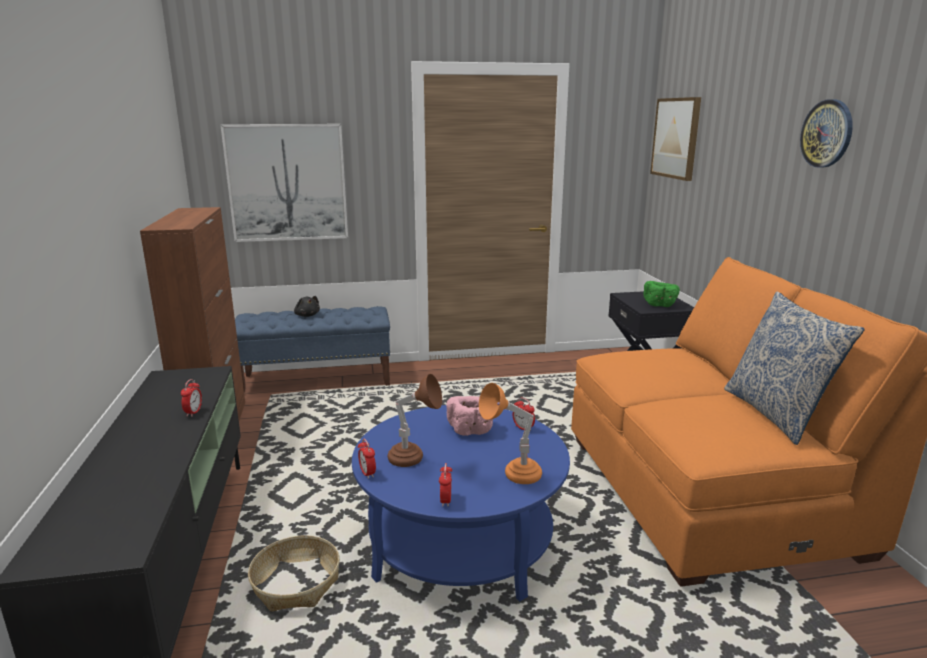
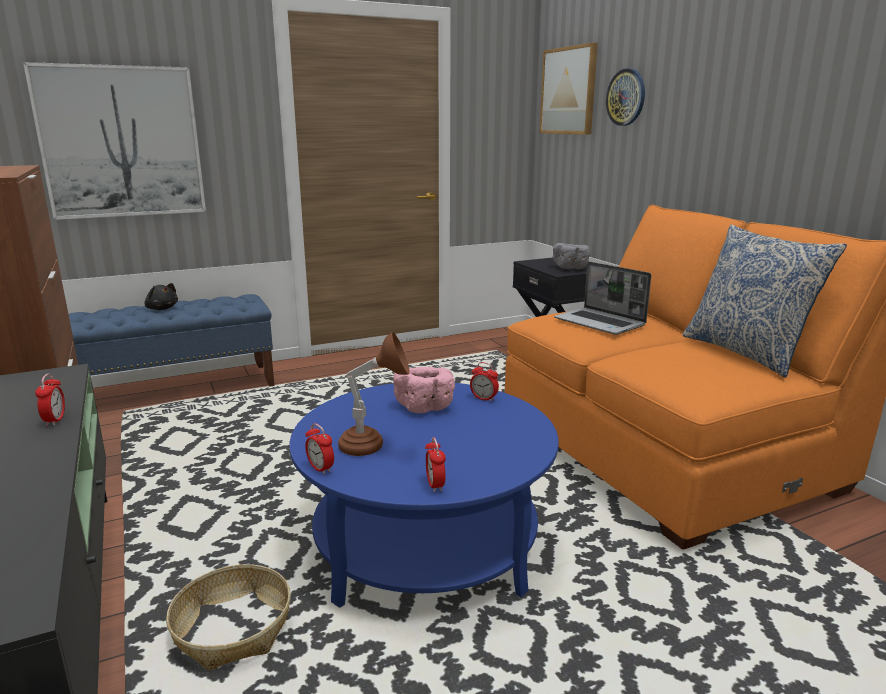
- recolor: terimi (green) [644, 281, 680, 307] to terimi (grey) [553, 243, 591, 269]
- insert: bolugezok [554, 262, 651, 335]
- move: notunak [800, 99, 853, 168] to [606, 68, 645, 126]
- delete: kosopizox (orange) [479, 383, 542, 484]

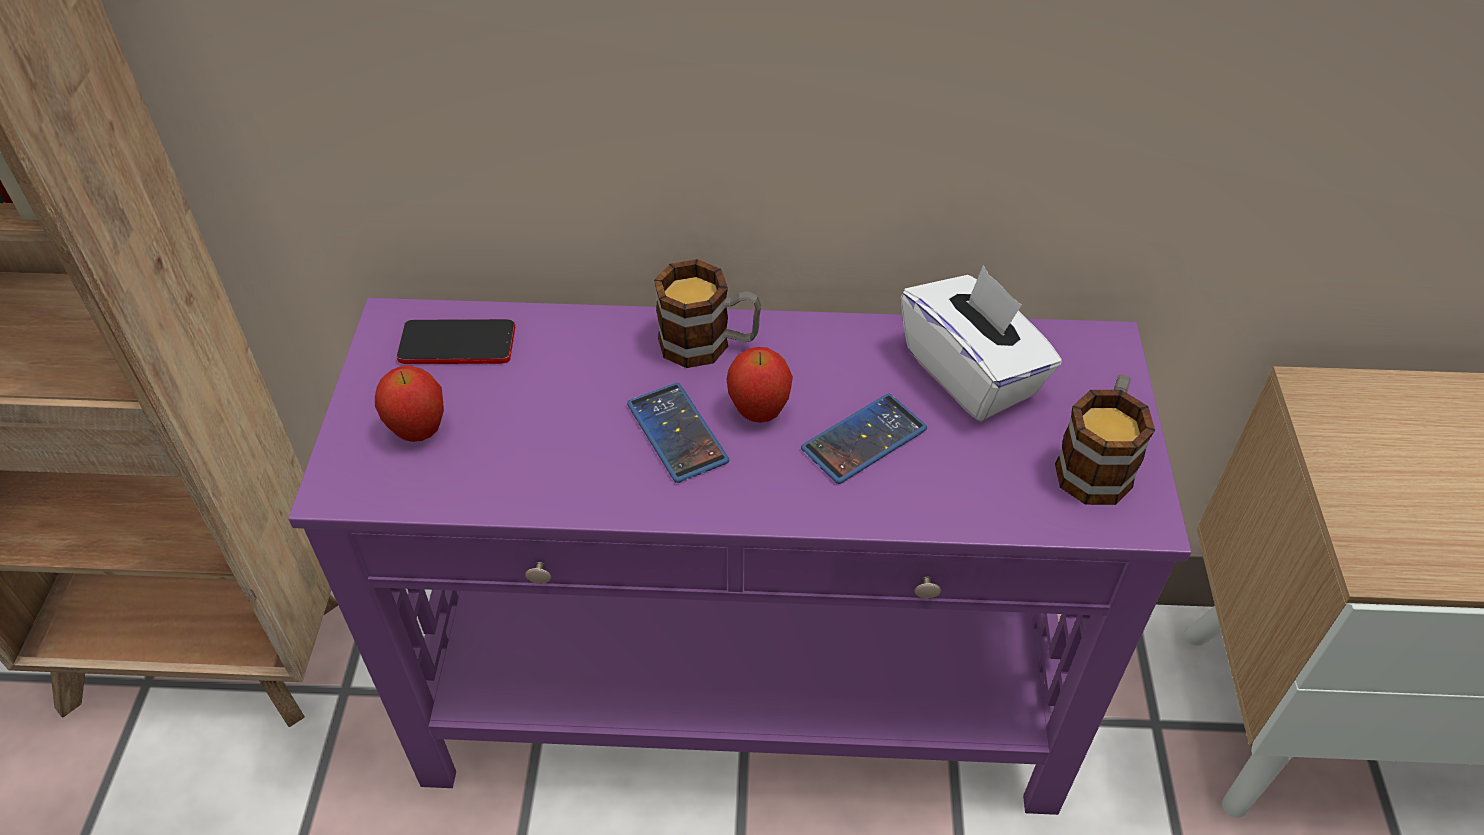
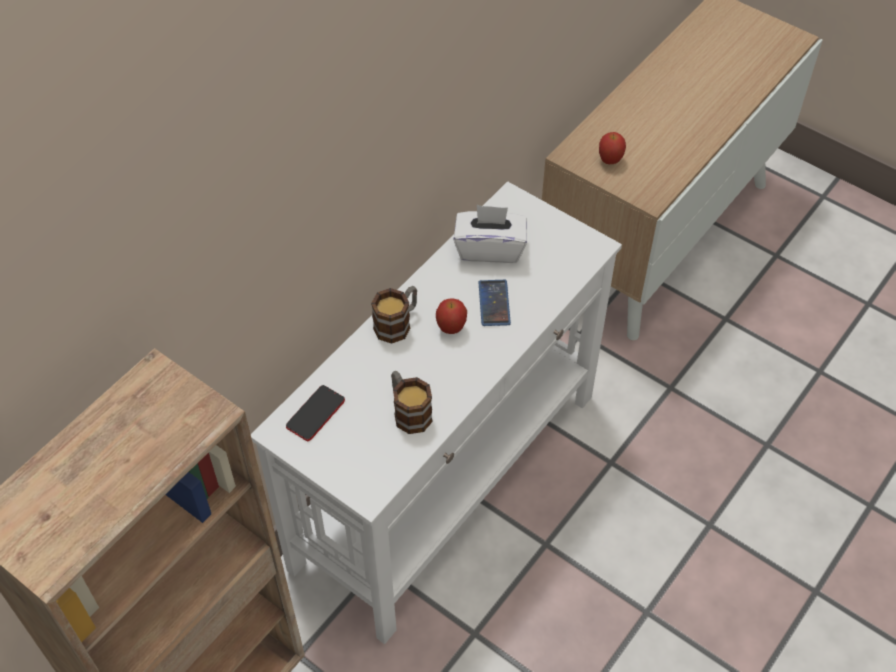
- recolor: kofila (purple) [288, 298, 1191, 815] to kofila (white) [251, 181, 622, 644]
- move: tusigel [1055, 375, 1155, 505] to [391, 371, 433, 434]
- move: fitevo [375, 365, 444, 442] to [599, 132, 626, 164]
- delete: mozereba [627, 383, 729, 483]

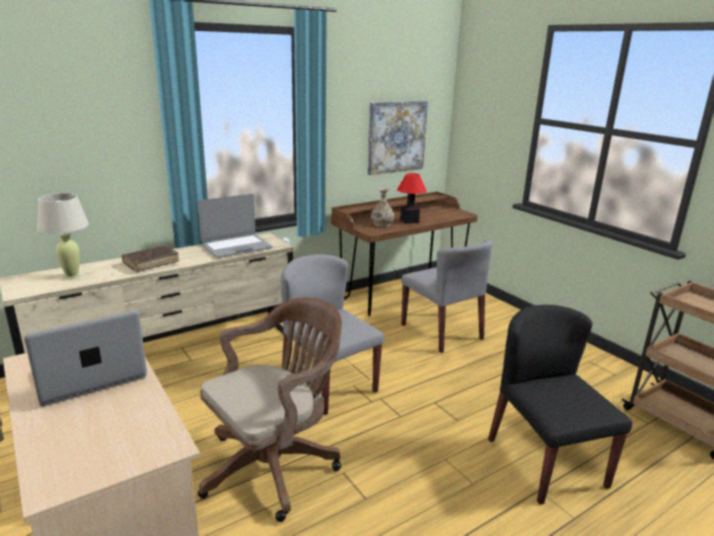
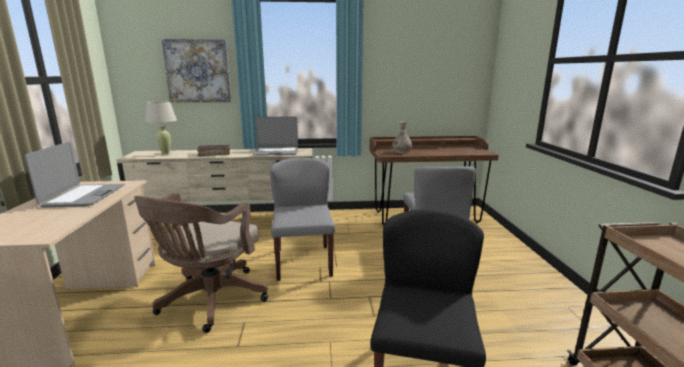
- rotate: bolugezok [24, 310, 147, 406] = [25, 142, 125, 207] 90 degrees clockwise
- rotate: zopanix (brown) [198, 297, 342, 522] = [134, 193, 268, 333] 120 degrees clockwise
- move: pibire [367, 101, 428, 175] to [162, 39, 231, 102]
- delete: kosopizox [397, 173, 426, 224]

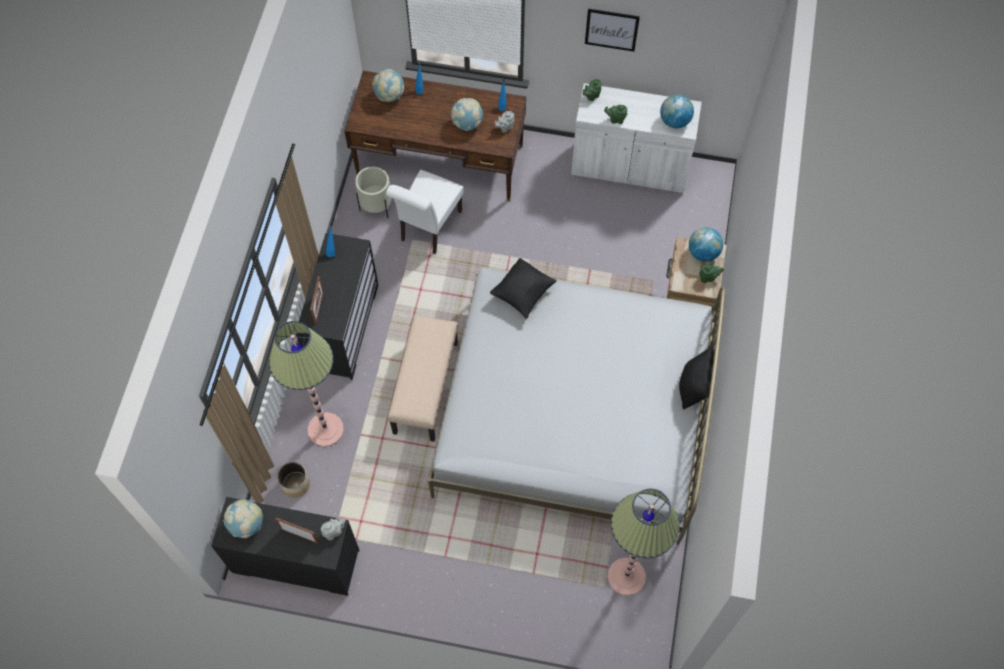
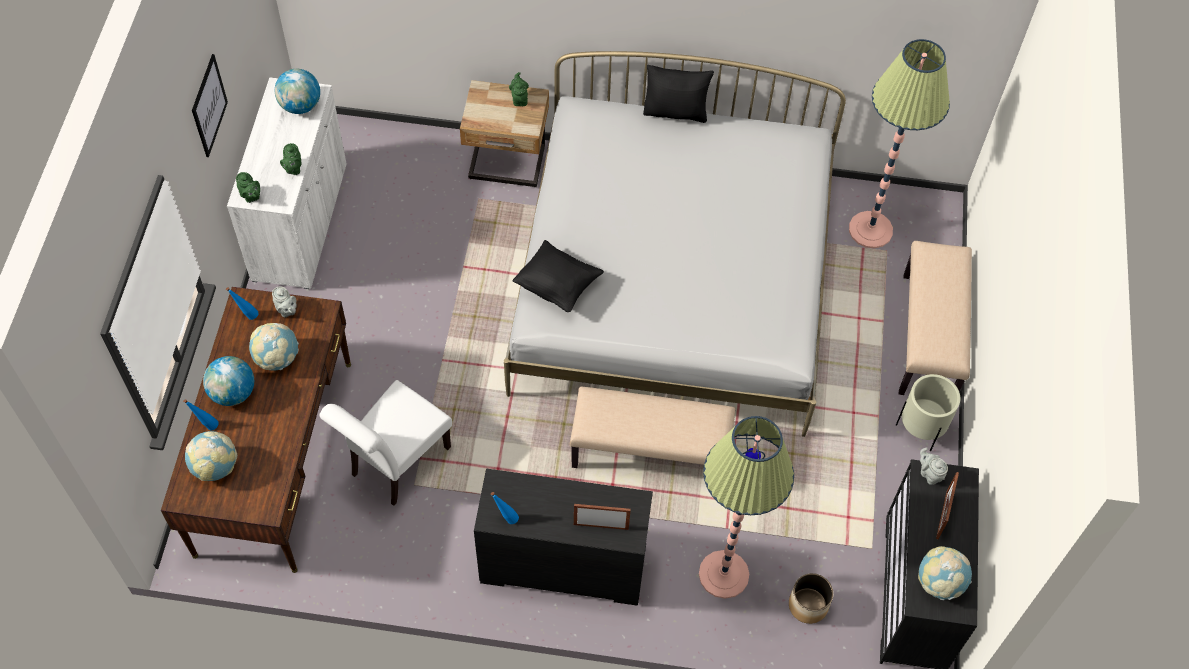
- move: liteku [689, 227, 723, 262] to [203, 356, 254, 406]
- rotate: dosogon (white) [386, 170, 464, 254] = [319, 380, 452, 506] 105 degrees clockwise
- move: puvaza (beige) [355, 167, 392, 218] to [896, 374, 960, 451]
- insert: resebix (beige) [899, 241, 972, 395]

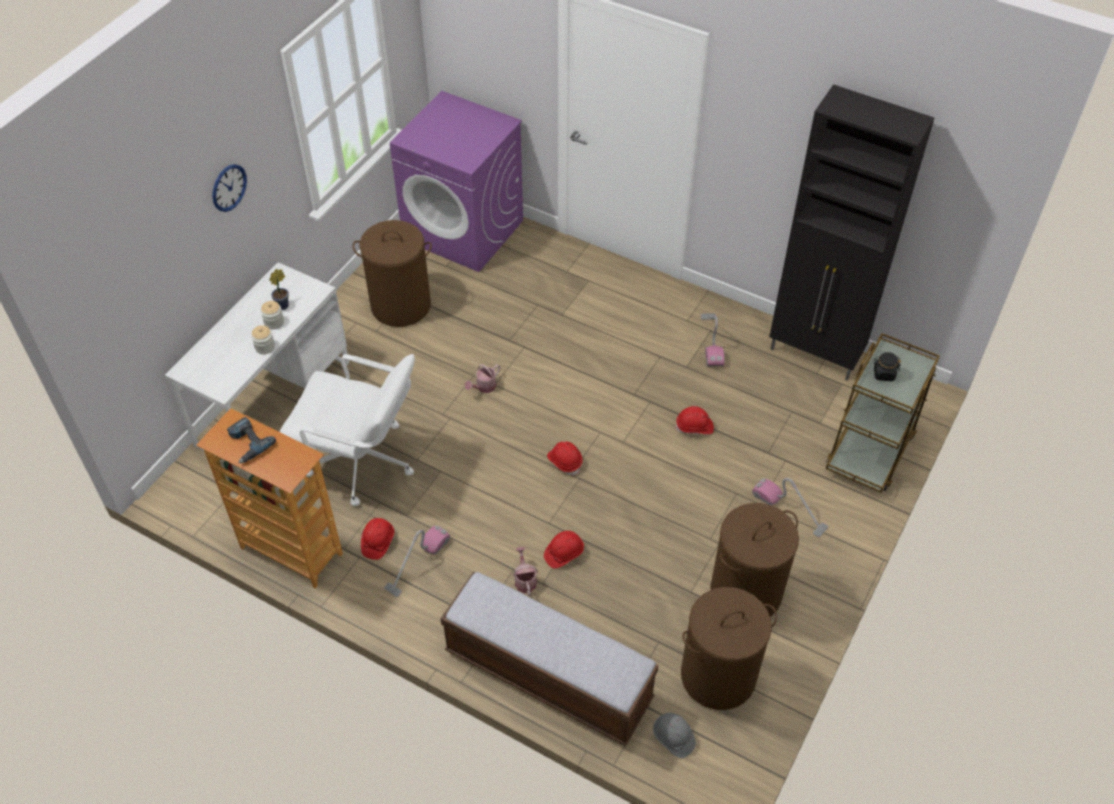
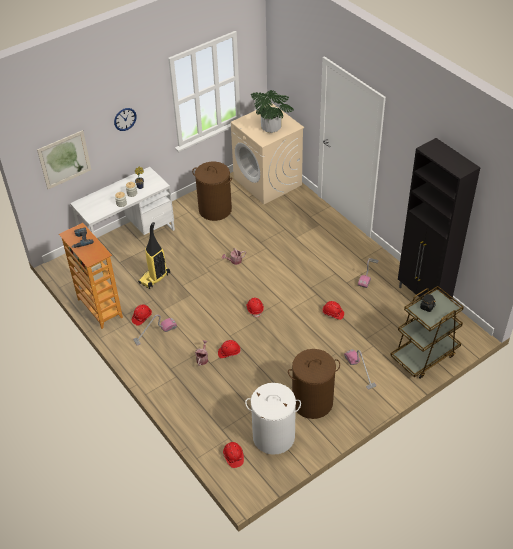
- insert: pibire [37, 130, 91, 189]
- replace: zopanix (white) [280, 354, 415, 506] to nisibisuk [138, 222, 170, 289]
- recolor: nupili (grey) [653, 713, 696, 758] to nupili (red) [223, 442, 244, 468]
- recolor: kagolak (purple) [390, 91, 523, 272] to kagolak (beige) [231, 103, 304, 204]
- recolor: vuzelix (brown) [681, 587, 777, 710] to vuzelix (white) [245, 383, 301, 455]
- insert: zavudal [251, 90, 294, 133]
- delete: resebix [440, 572, 659, 747]

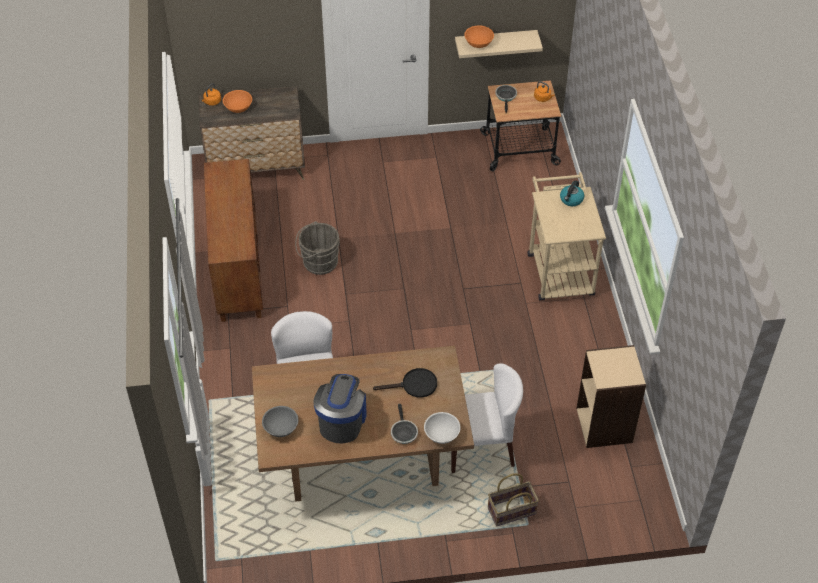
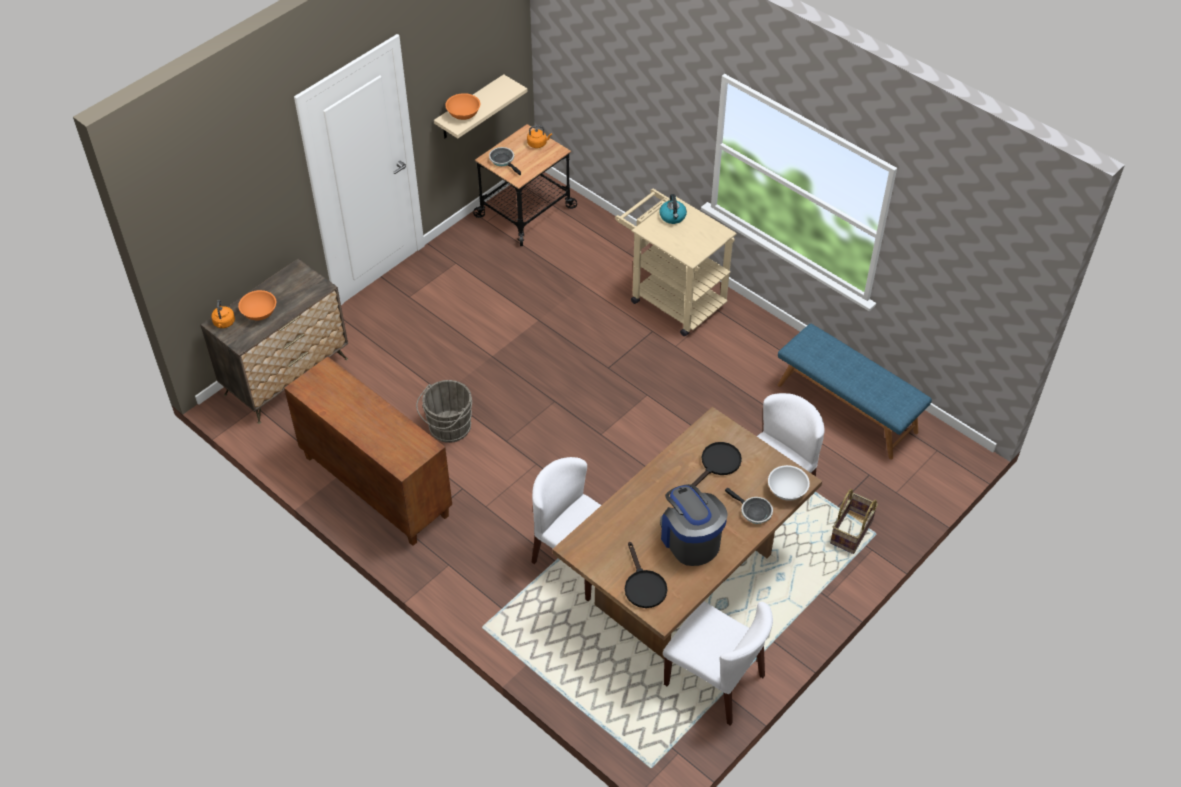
- replace: terimi (grey) [262, 406, 298, 437] to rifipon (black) [625, 542, 667, 608]
- insert: dosogon (white) [663, 601, 773, 726]
- replace: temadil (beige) [576, 345, 646, 448] to resebix (blue) [778, 324, 932, 460]

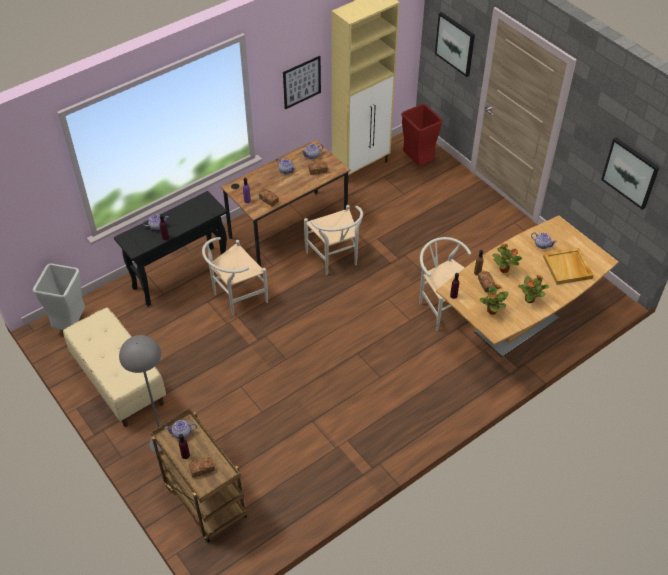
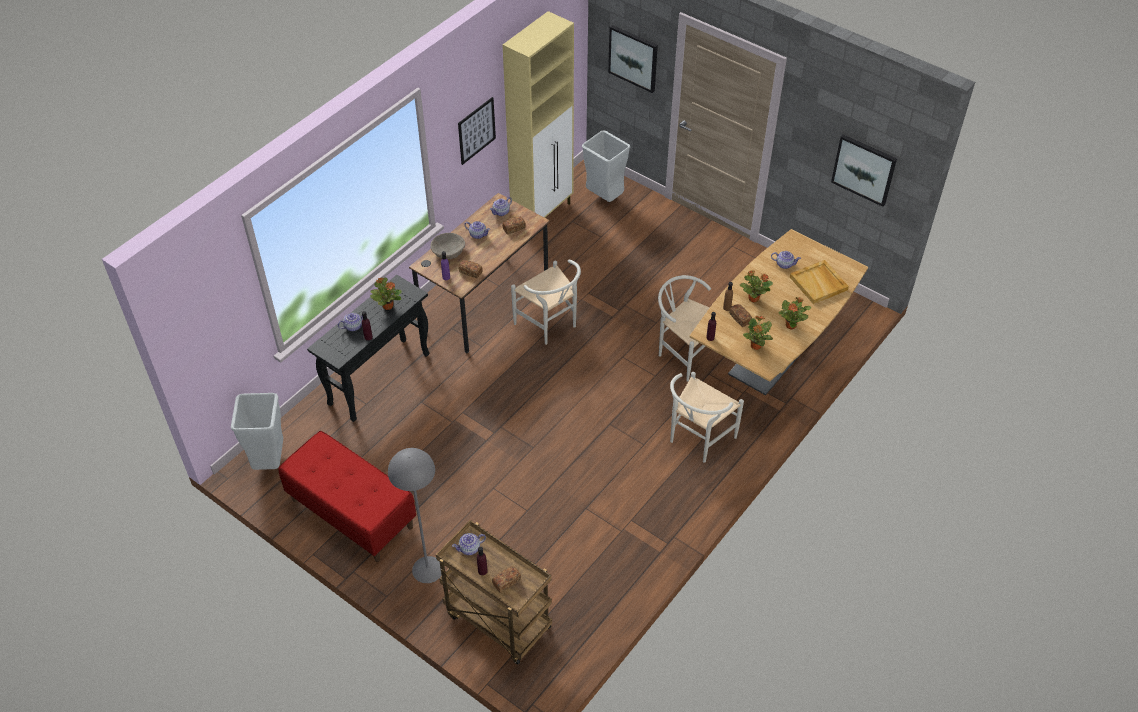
- recolor: resebix (beige) [63, 307, 166, 427] to resebix (red) [278, 431, 416, 562]
- insert: zavudal [370, 277, 402, 310]
- insert: terimi (beige) [430, 233, 465, 259]
- recolor: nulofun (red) [401, 104, 443, 166] to nulofun (grey) [582, 130, 630, 202]
- move: dosogon (white) [202, 237, 268, 316] to [670, 372, 744, 463]

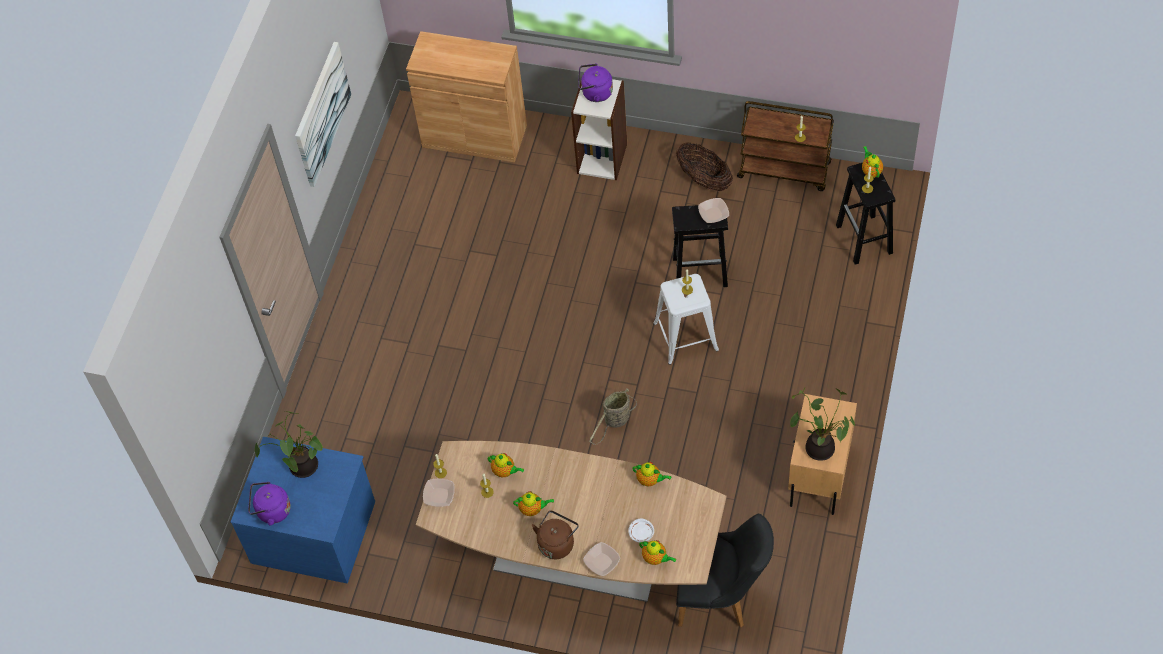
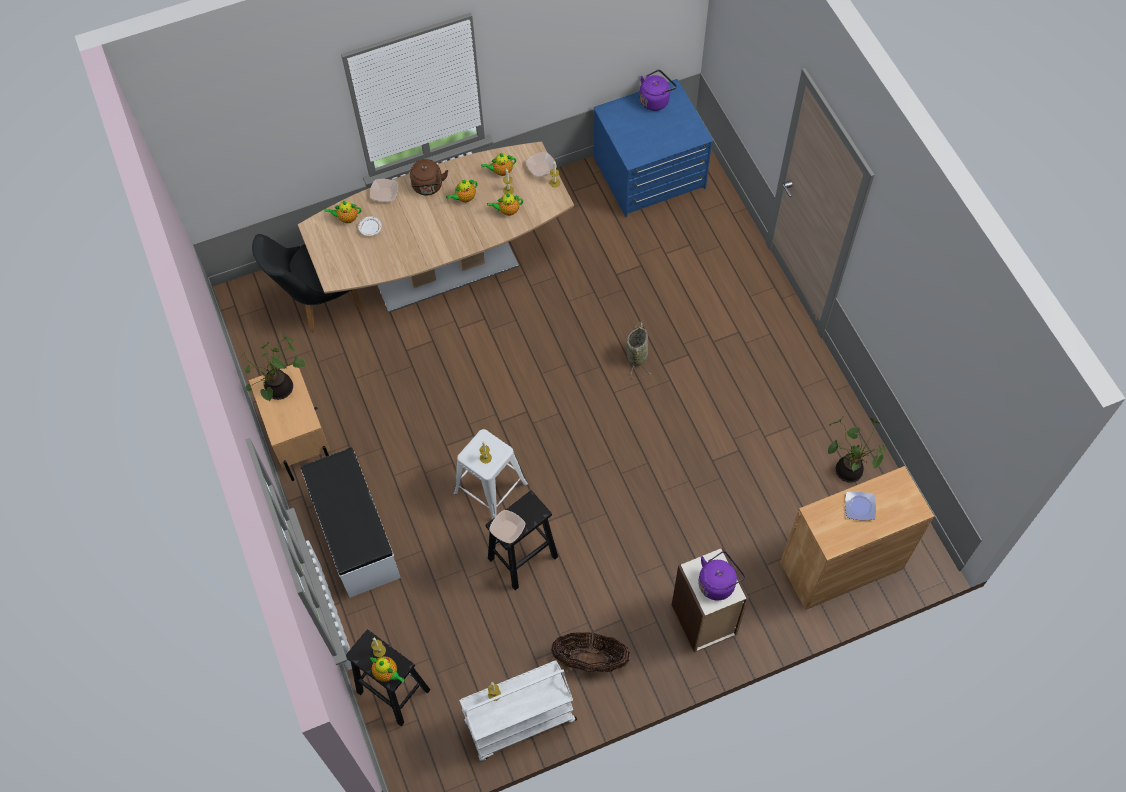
- insert: resebix (white) [301, 448, 401, 598]
- recolor: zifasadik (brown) [737, 101, 834, 191] to zifasadik (white) [459, 661, 577, 761]
- move: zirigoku [632, 462, 671, 486] to [481, 153, 516, 176]
- move: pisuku [589, 388, 637, 444] to [626, 321, 650, 378]
- move: zavudal [255, 411, 323, 478] to [828, 416, 886, 483]
- insert: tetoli [845, 492, 876, 520]
- delete: pibire [295, 42, 351, 187]

